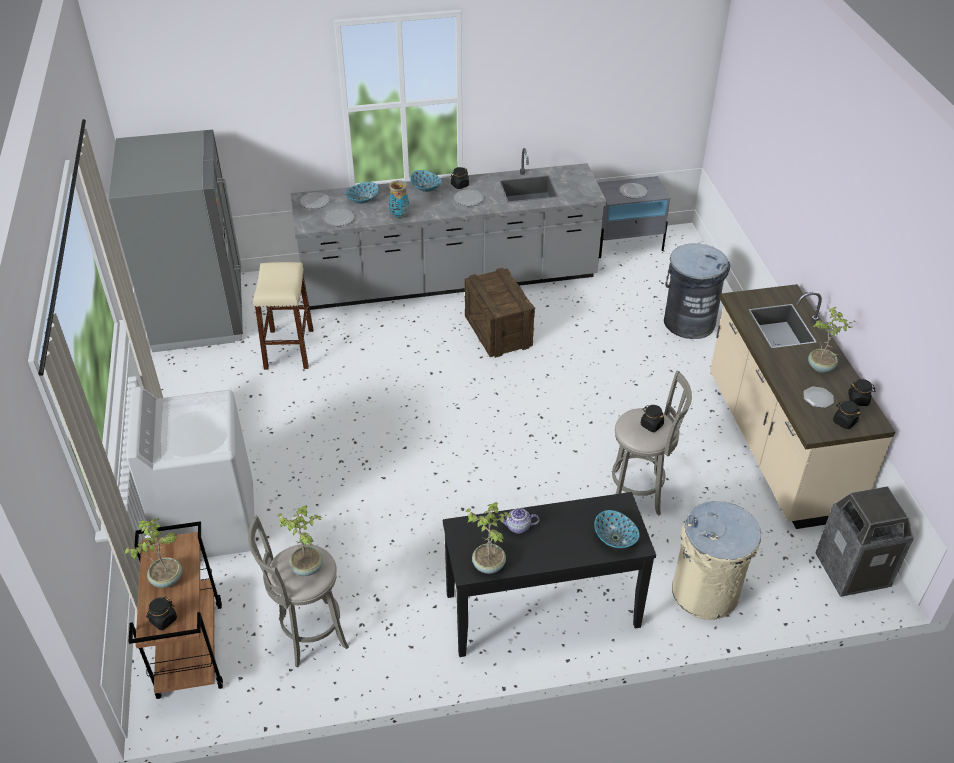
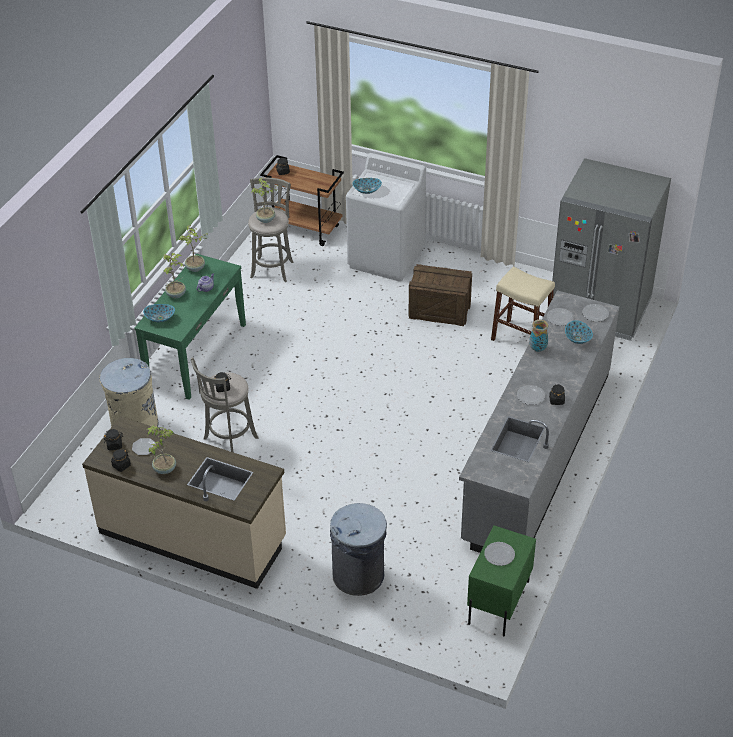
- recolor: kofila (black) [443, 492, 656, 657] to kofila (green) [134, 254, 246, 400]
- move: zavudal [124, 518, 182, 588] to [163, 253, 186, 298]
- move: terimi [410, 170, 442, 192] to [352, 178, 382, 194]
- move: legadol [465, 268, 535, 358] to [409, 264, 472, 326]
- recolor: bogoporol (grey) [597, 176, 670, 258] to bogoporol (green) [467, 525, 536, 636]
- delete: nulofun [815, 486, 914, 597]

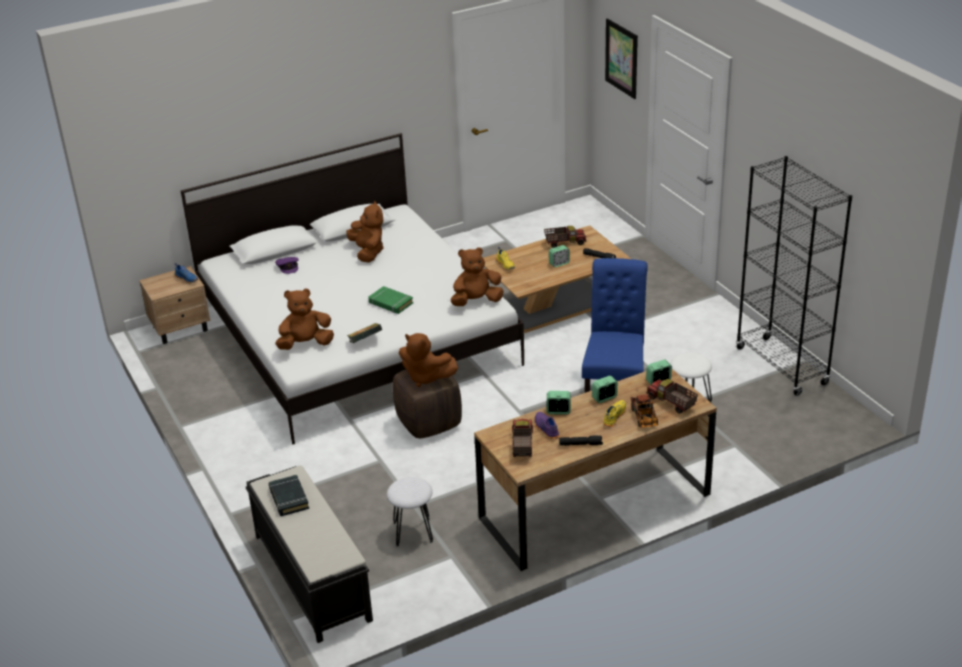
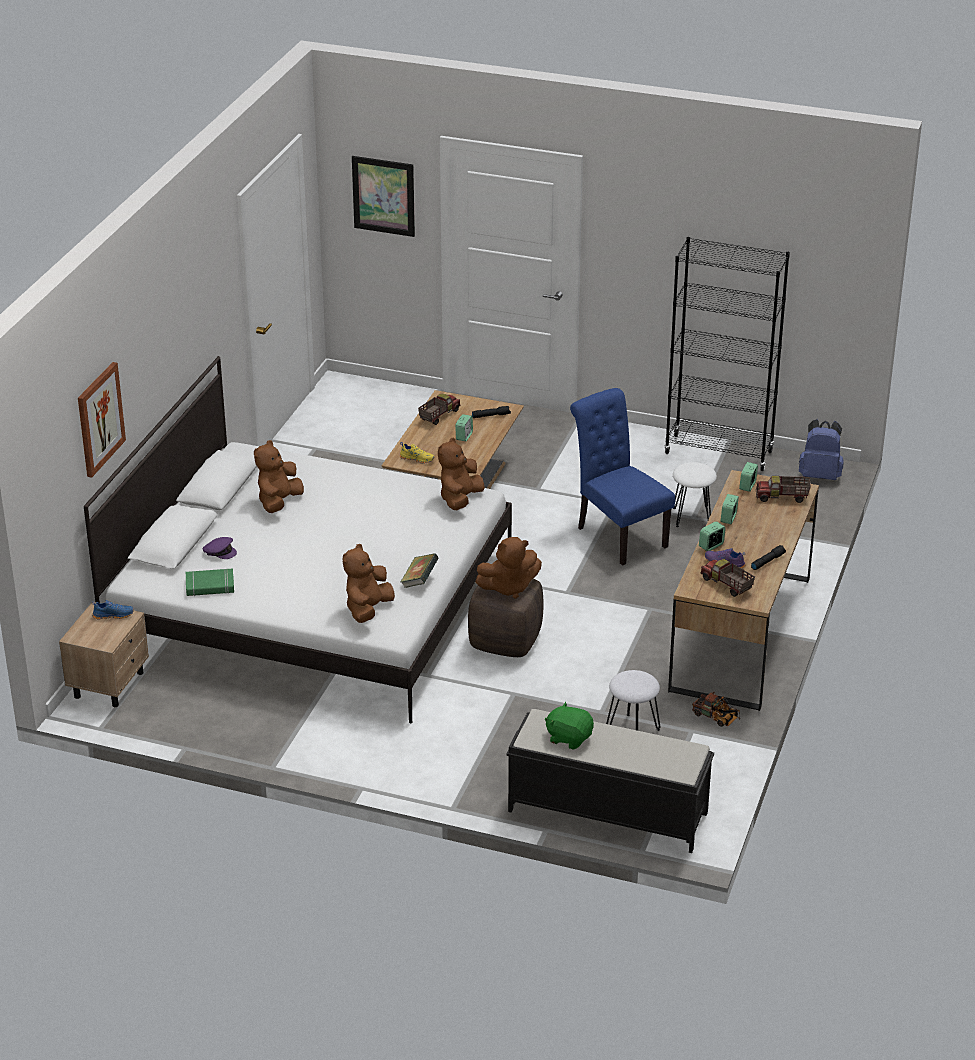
- insert: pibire [78, 362, 126, 478]
- move: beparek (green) [368, 286, 413, 314] to [186, 568, 234, 596]
- rotate: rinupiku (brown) [346, 201, 384, 263] = [254, 440, 304, 513] 90 degrees counterclockwise
- replace: beparek (black) [269, 475, 309, 516] to rinupiku (green) [545, 702, 594, 750]
- move: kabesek [631, 394, 658, 428] to [692, 692, 741, 727]
- insert: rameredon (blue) [799, 419, 844, 480]
- delete: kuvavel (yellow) [603, 400, 626, 427]

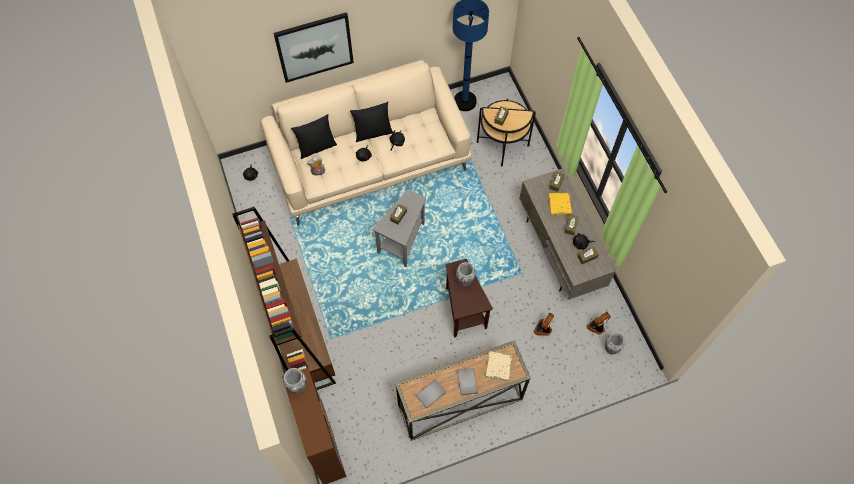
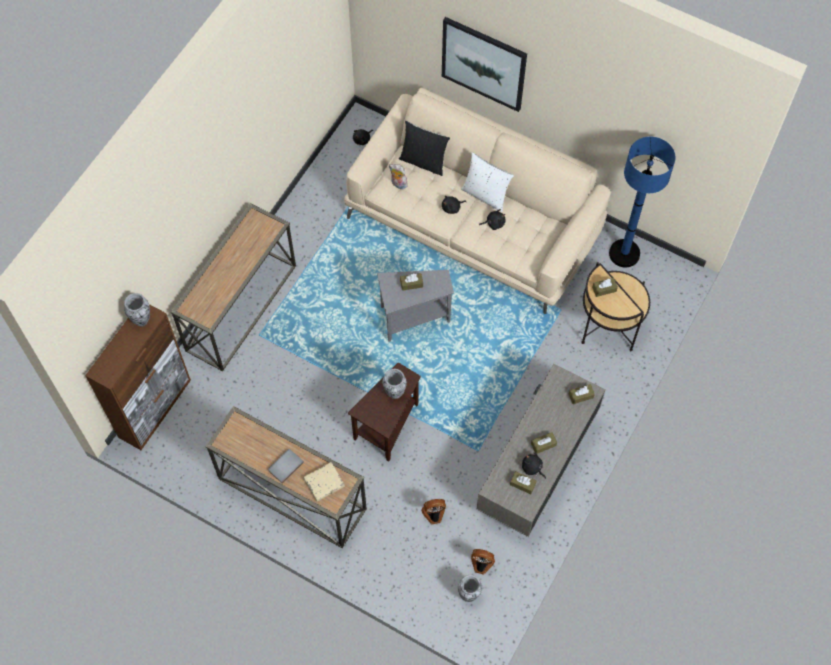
- replace: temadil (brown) [232, 207, 336, 390] to kofila [171, 203, 296, 371]
- recolor: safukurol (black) [350, 101, 393, 142] to safukurol (white) [461, 152, 514, 212]
- delete: beparek (grey) [415, 380, 446, 408]
- delete: beparek (yellow) [549, 193, 572, 216]

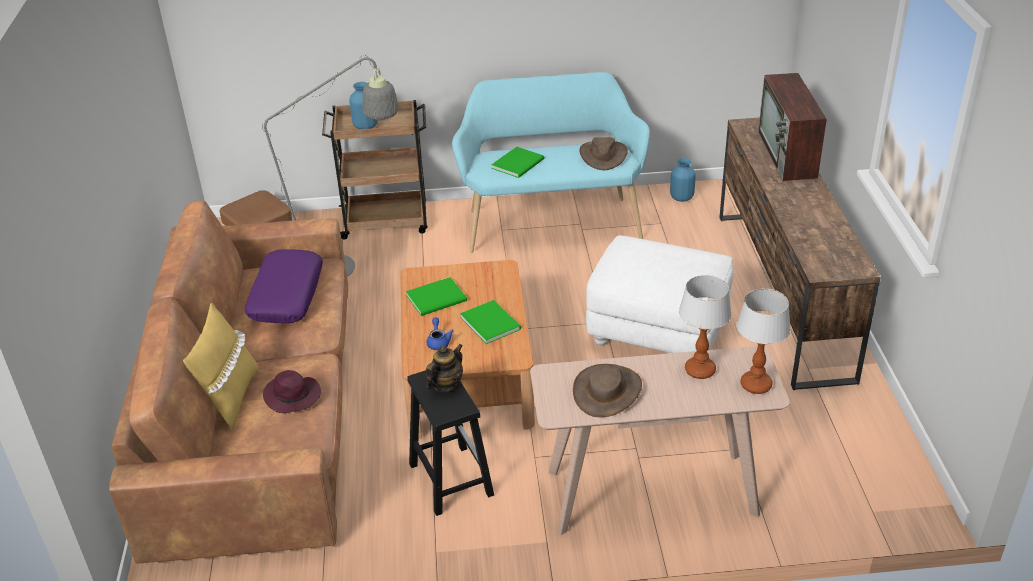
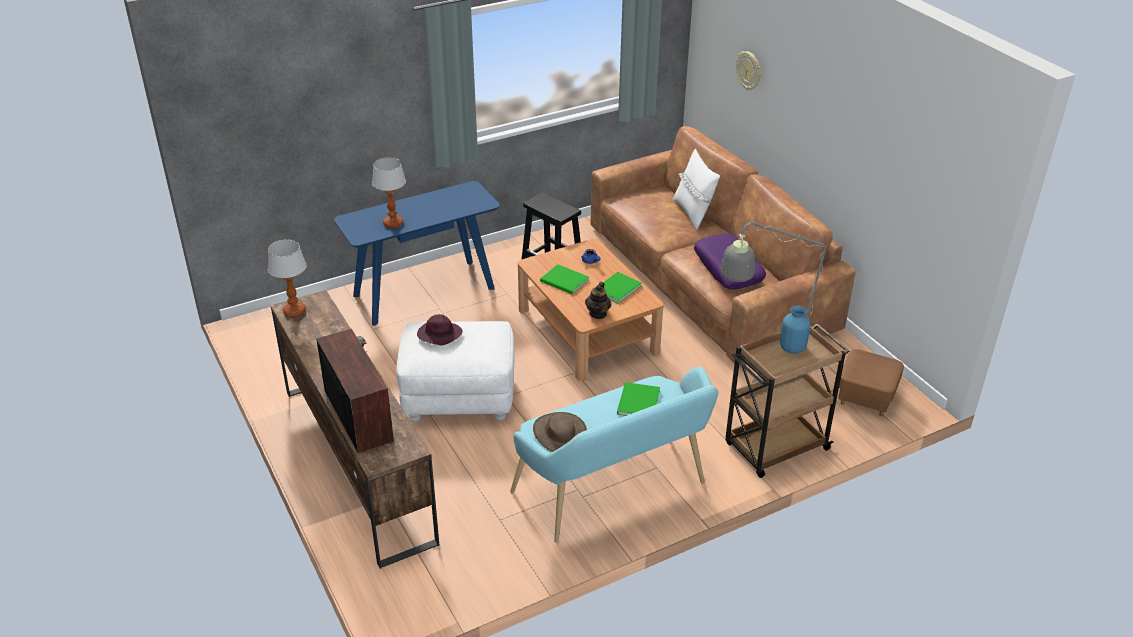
- move: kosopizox [736, 289, 791, 394] to [268, 240, 306, 317]
- recolor: kofila (beige) [530, 346, 790, 535] to kofila (blue) [334, 181, 500, 326]
- move: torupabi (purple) [263, 370, 321, 413] to [417, 314, 463, 346]
- move: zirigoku [426, 343, 463, 393] to [585, 282, 611, 319]
- recolor: safukurol (yellow) [183, 303, 259, 430] to safukurol (white) [673, 148, 720, 230]
- insert: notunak [736, 51, 761, 90]
- delete: torupabi (brown) [573, 364, 642, 417]
- delete: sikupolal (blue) [670, 158, 696, 202]

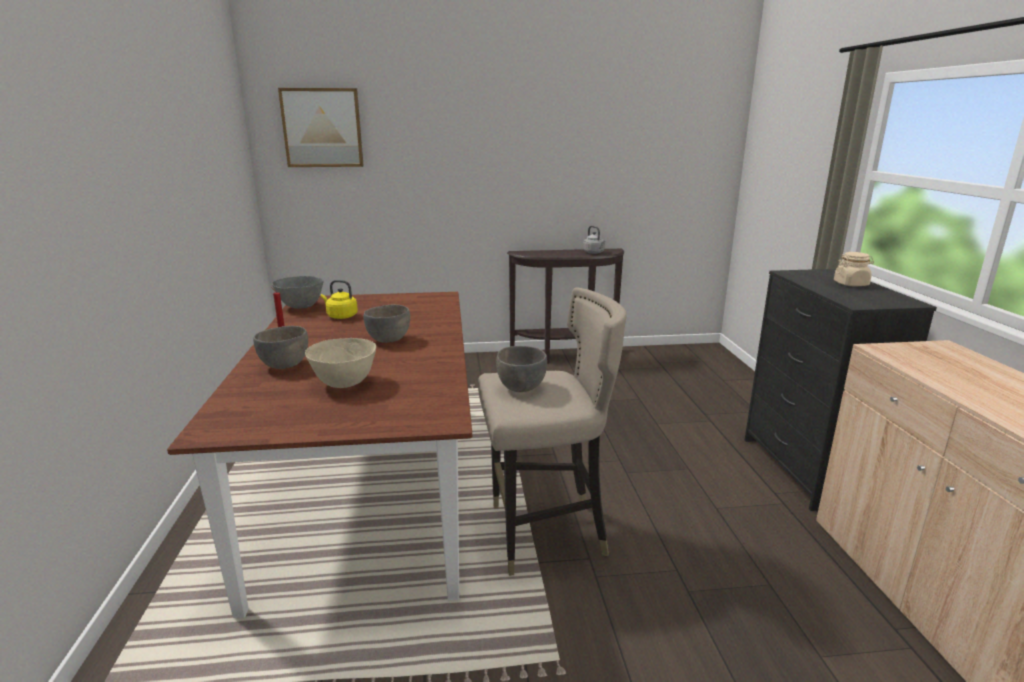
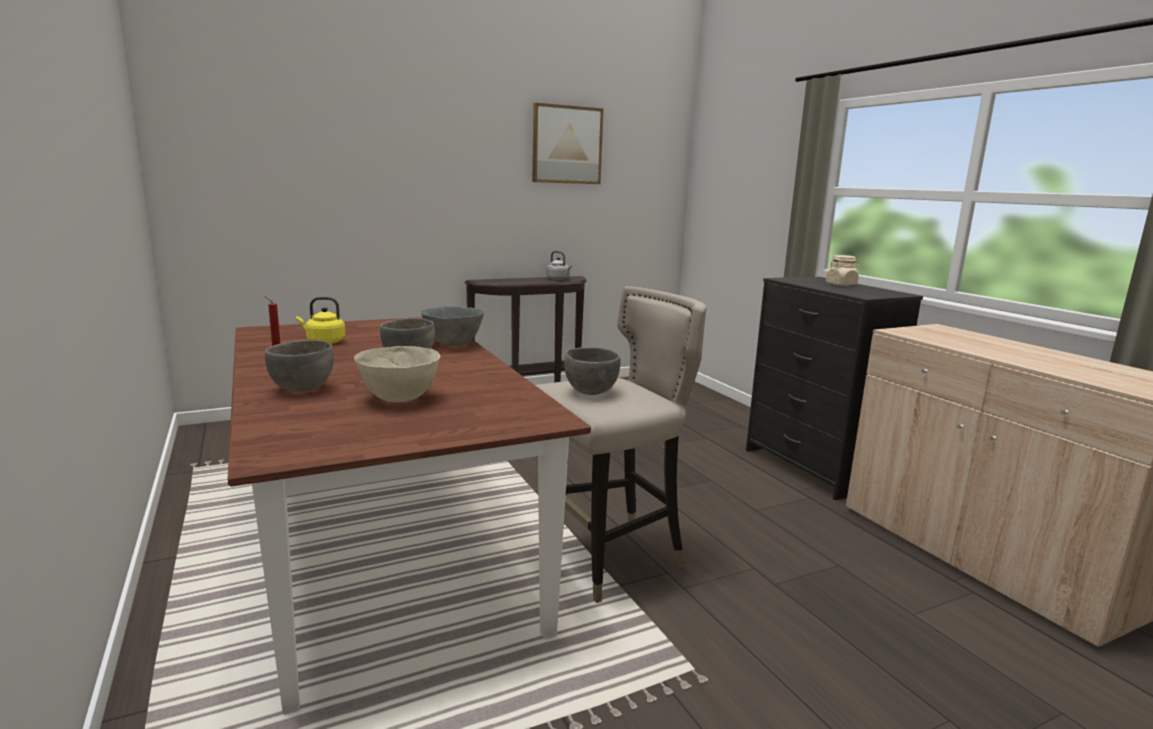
- move: terimi (grey) [272, 276, 324, 309] to [421, 306, 484, 346]
- move: pibire [278, 88, 364, 167] to [532, 103, 604, 184]

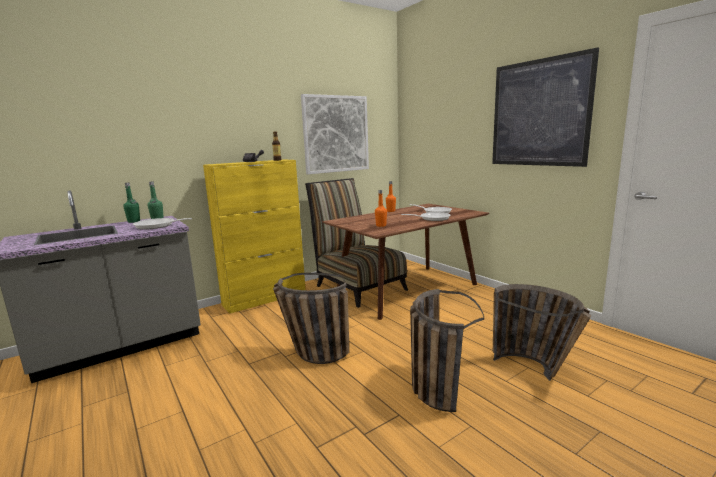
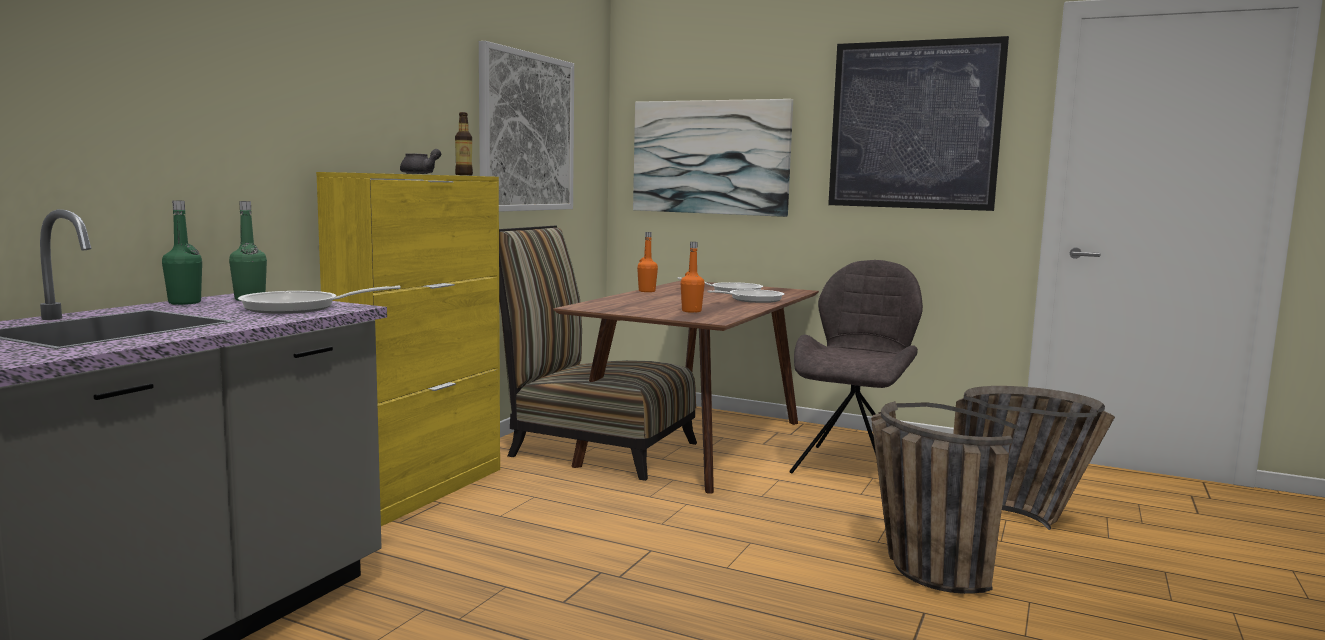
- insert: pibire [633, 99, 793, 217]
- insert: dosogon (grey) [789, 260, 923, 474]
- delete: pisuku [273, 273, 349, 364]

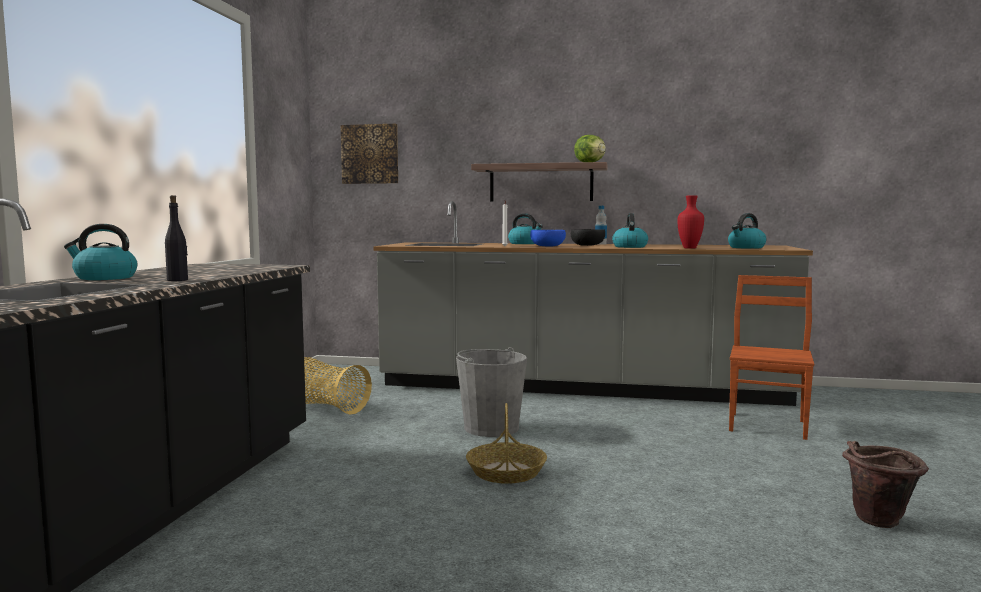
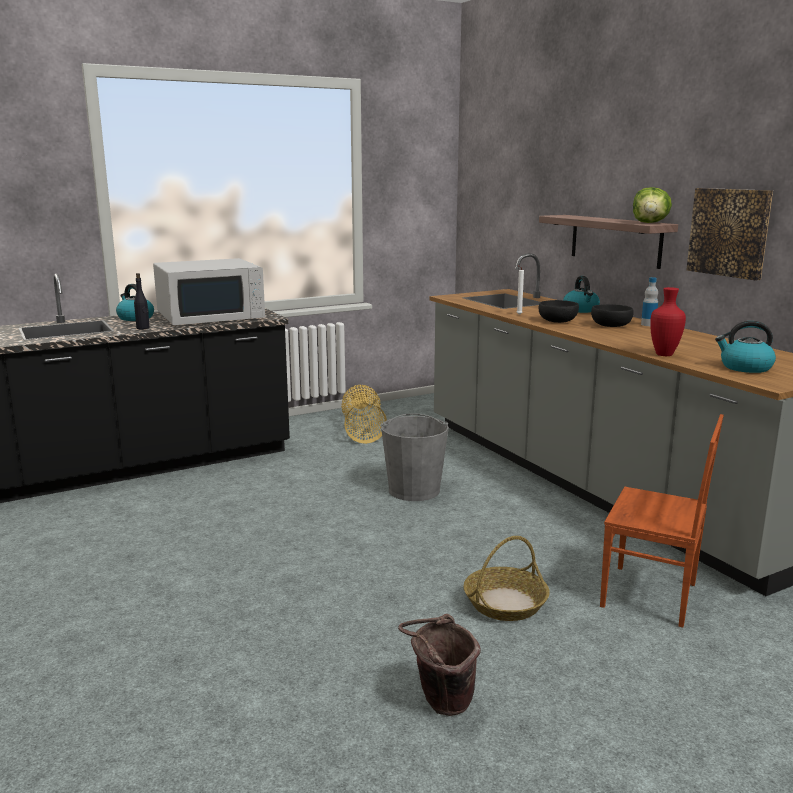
- insert: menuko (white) [153, 258, 265, 325]
- move: pisuku [466, 403, 547, 484] to [464, 536, 550, 621]
- recolor: terimi (blue) [530, 230, 566, 247] to terimi (black) [539, 300, 579, 323]
- rotate: dosogon (brown) [729, 275, 814, 440] = [600, 414, 724, 627] 45 degrees clockwise
- move: pibire [341, 124, 398, 184] to [686, 188, 773, 281]
- delete: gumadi [612, 213, 648, 248]

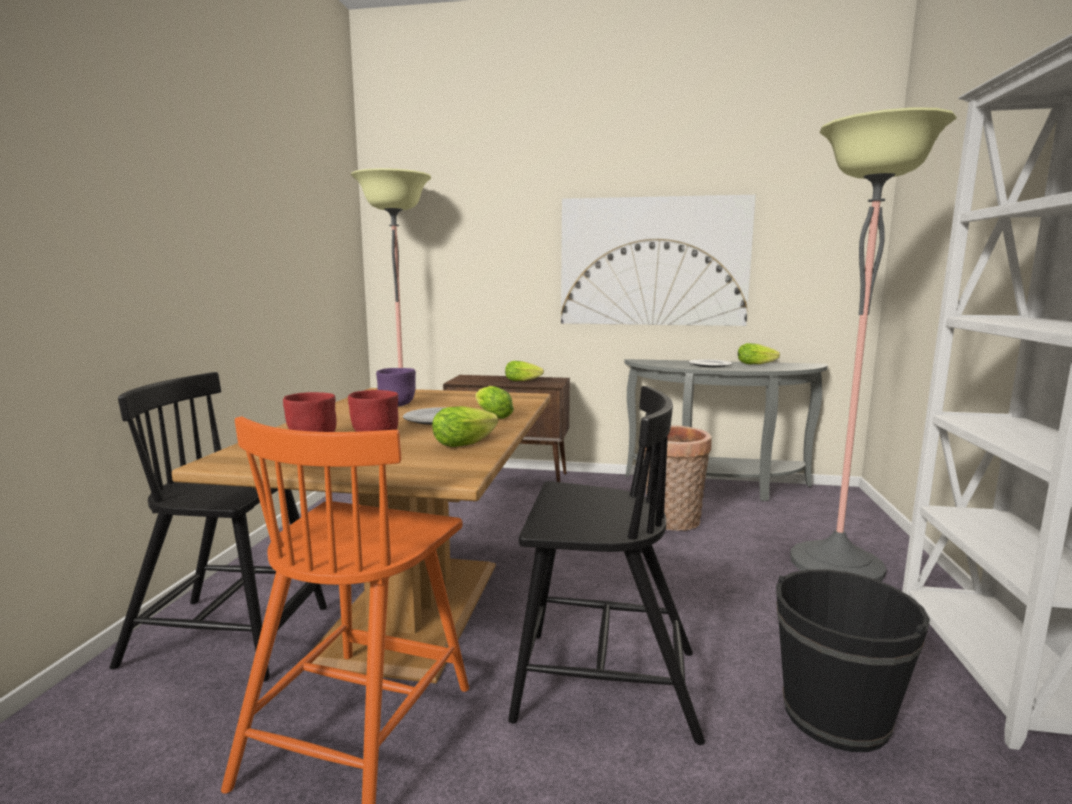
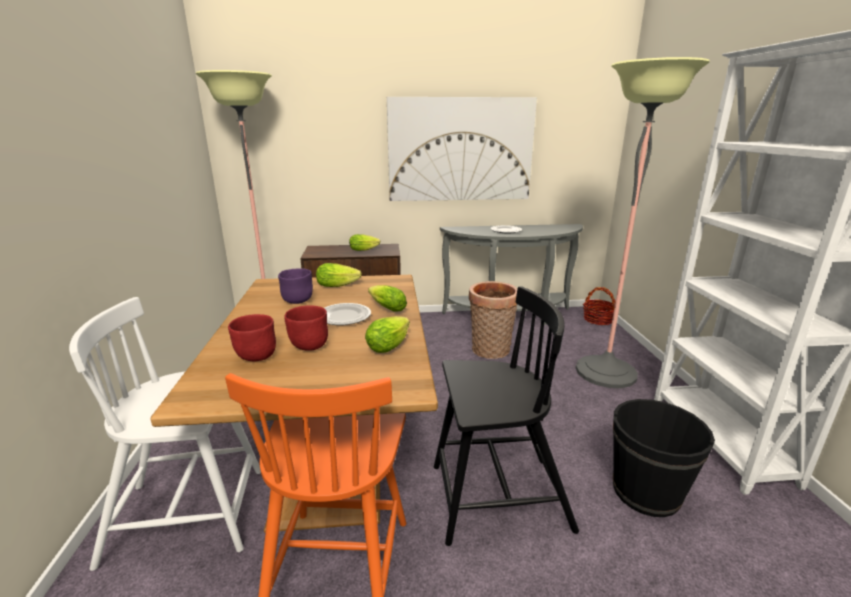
- recolor: dosogon (black) [110, 372, 327, 681] to dosogon (white) [69, 297, 261, 571]
- move: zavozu [738, 343, 780, 364] to [316, 263, 362, 287]
- insert: pisuku [583, 287, 616, 325]

